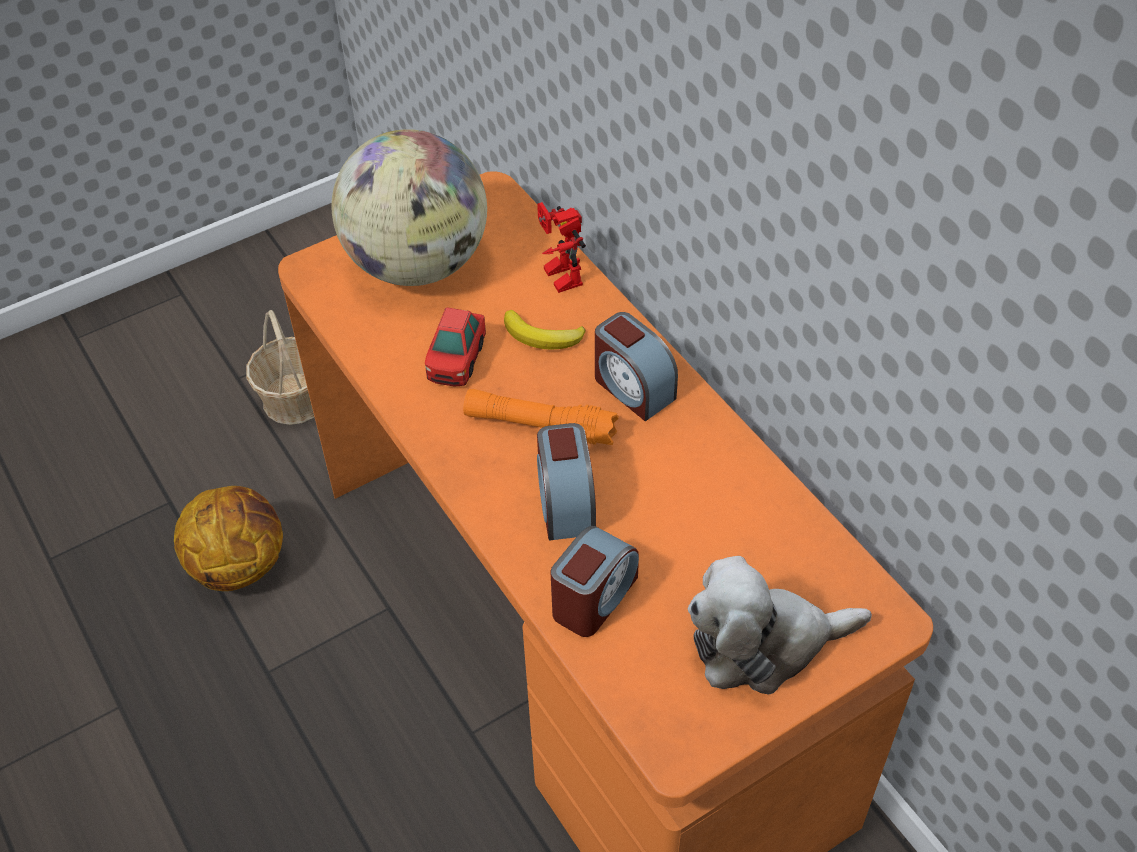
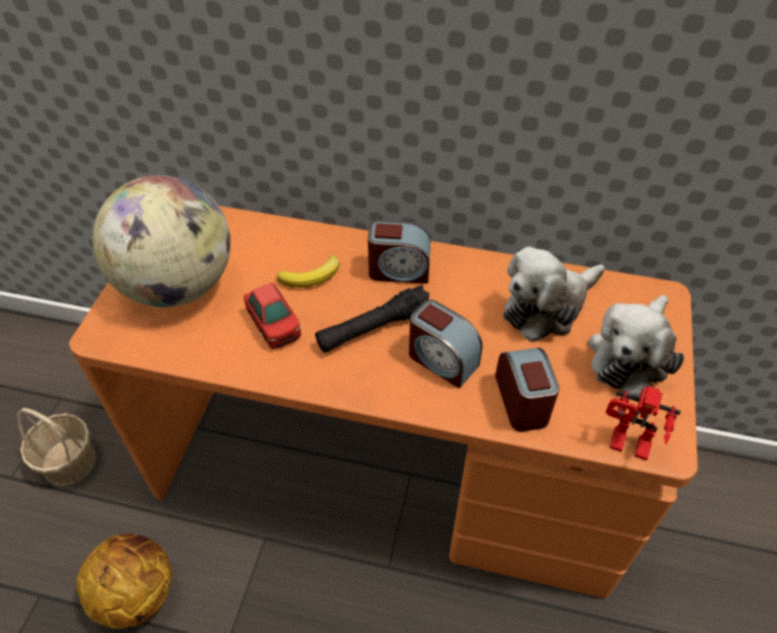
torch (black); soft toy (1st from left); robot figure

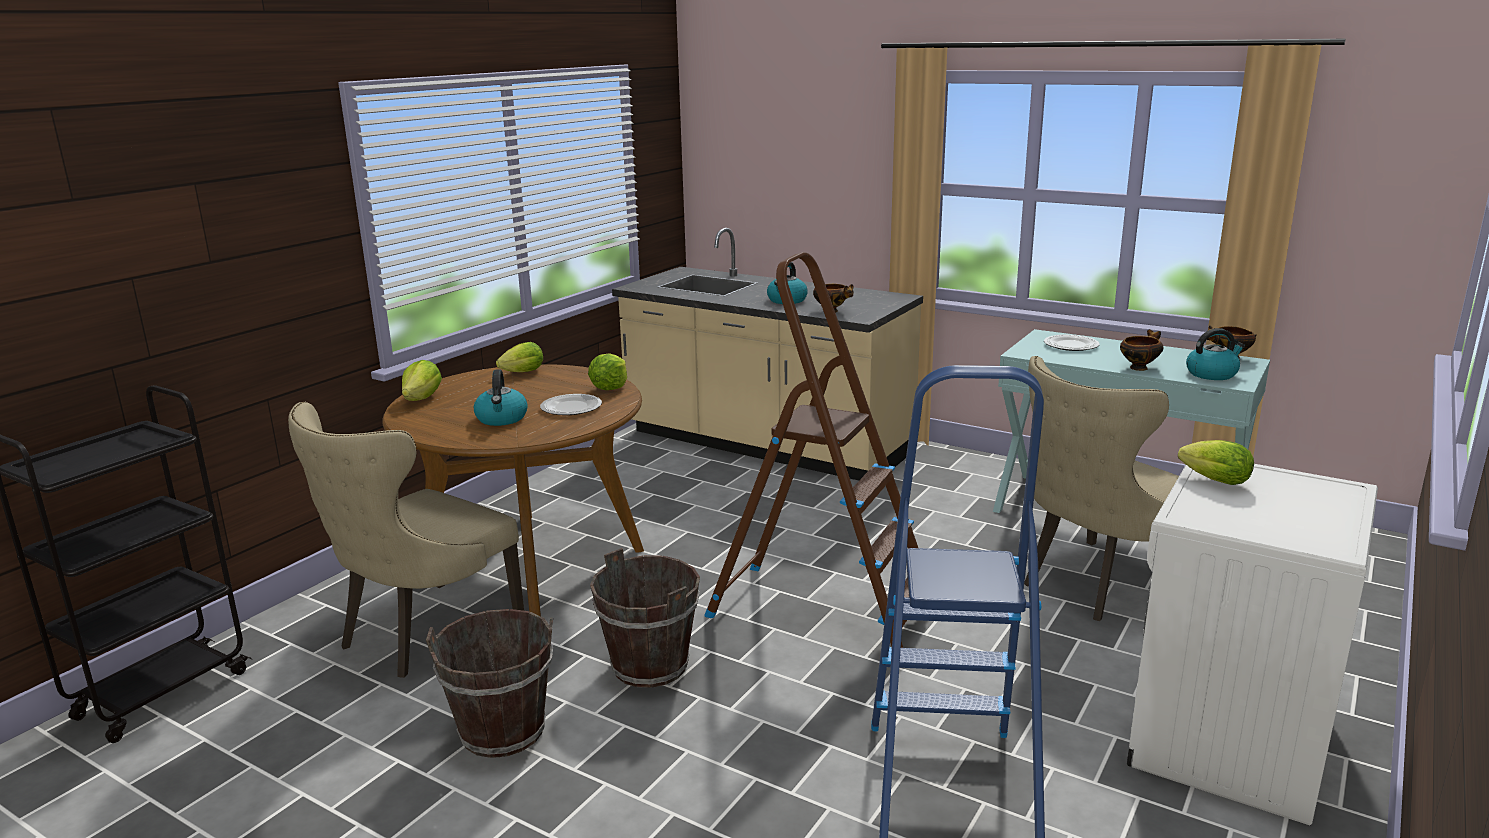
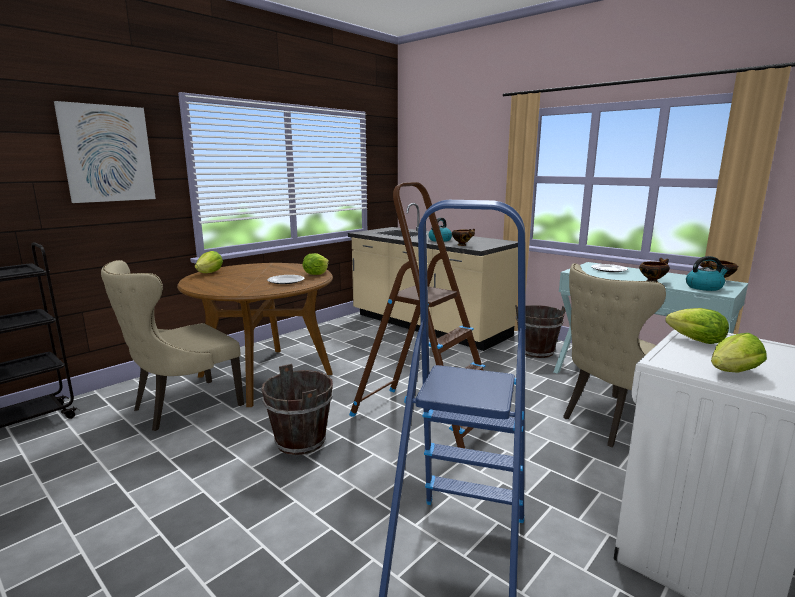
wall picture; bucket (brown) (2nd from left); lettuce head (4th from left); kettle (1st from left in the first image)

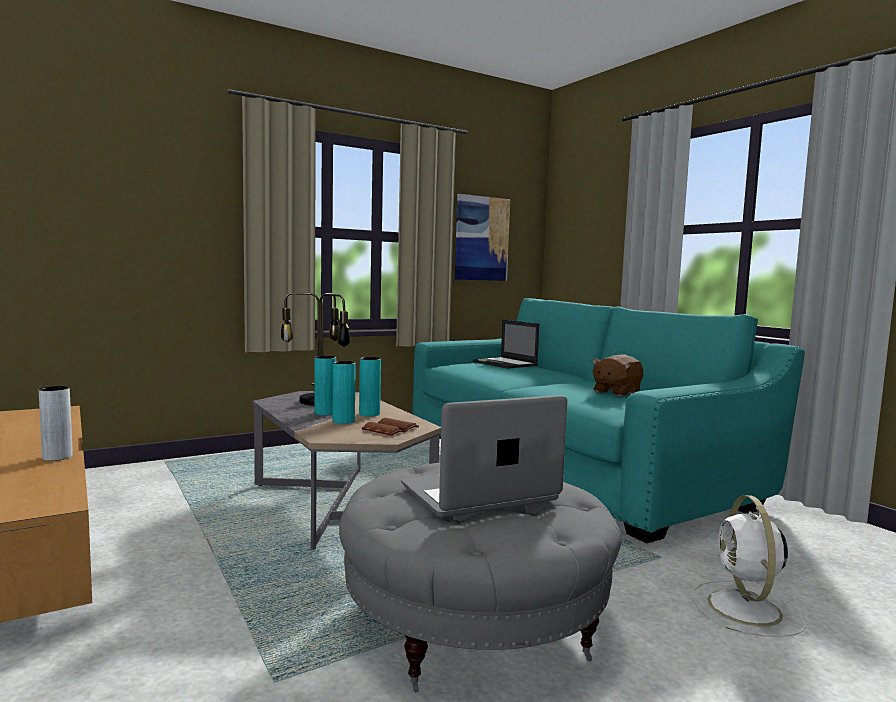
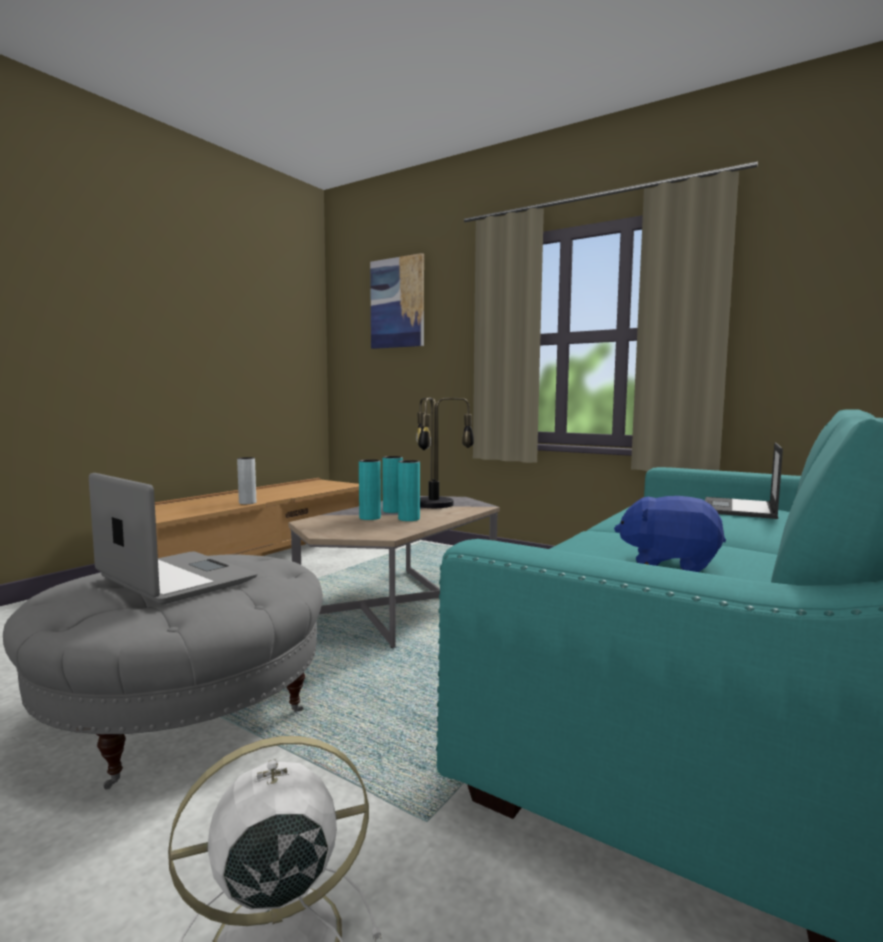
wall picture; soft toy (bluish); volume (brown)

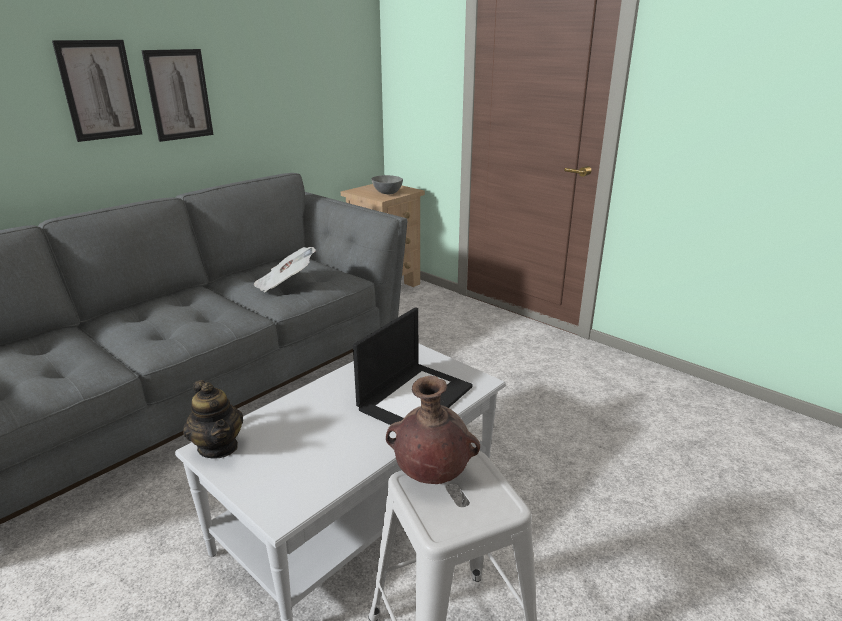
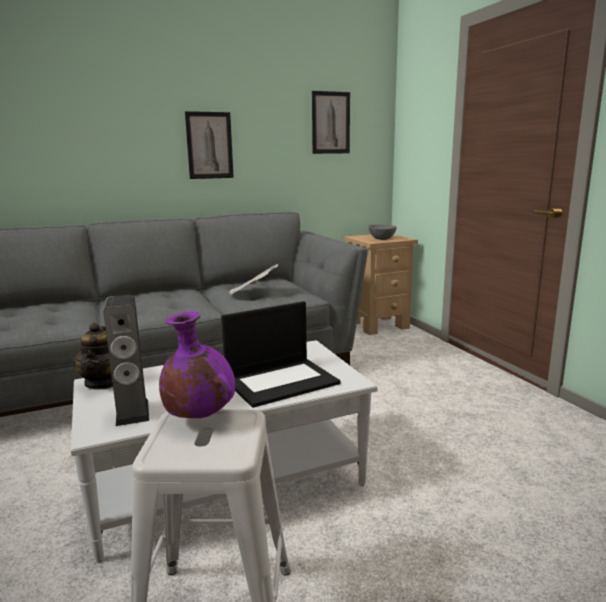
speaker; vase (purple-coloured); wall picture (2nd from left)

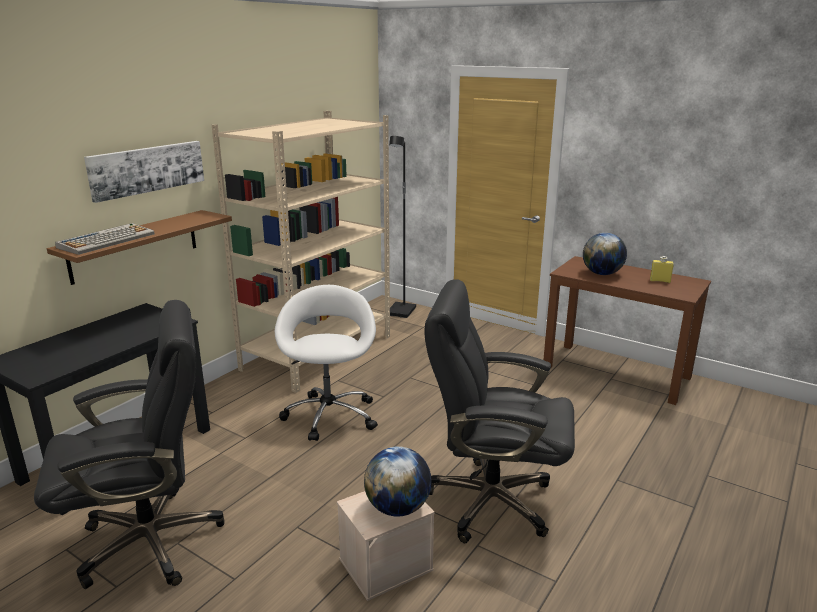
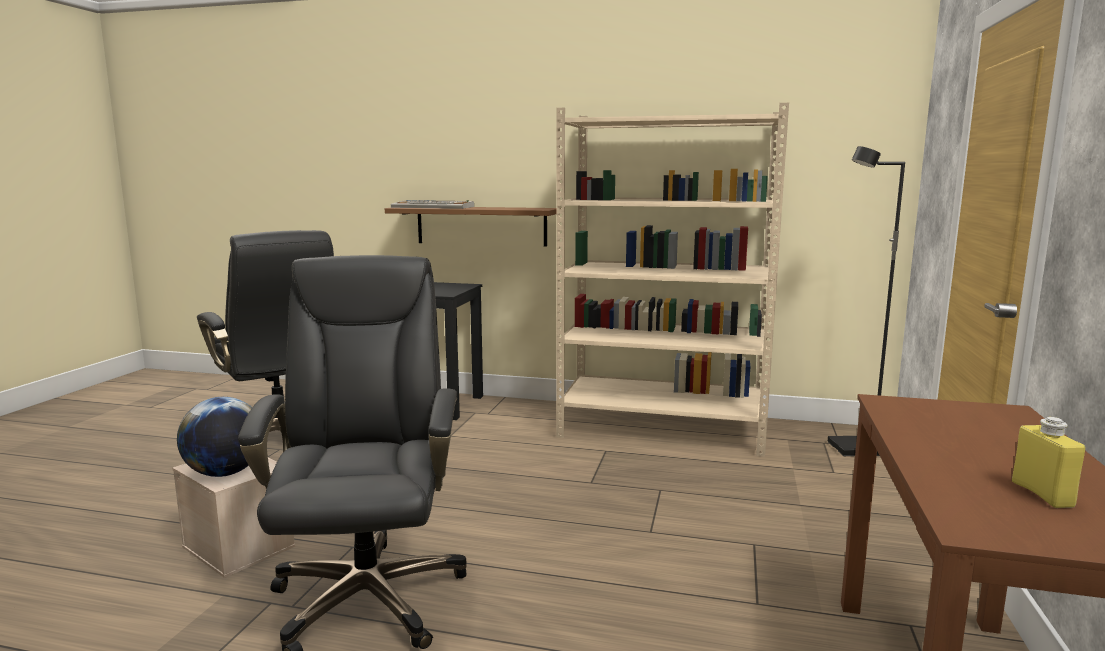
wall picture; computer chair (white); world globe (2nd from left in the first image)

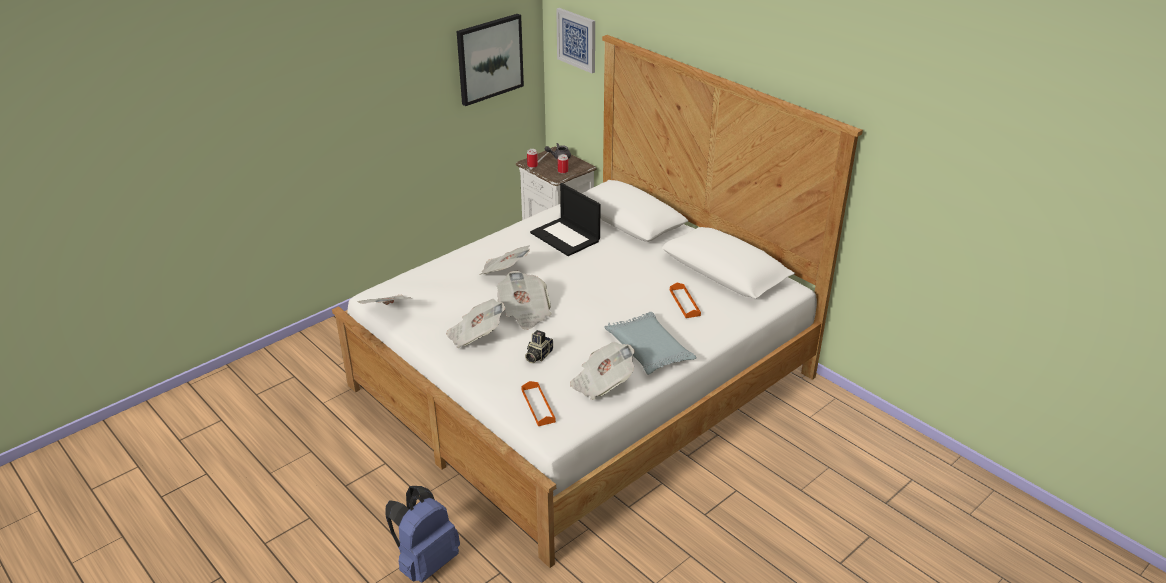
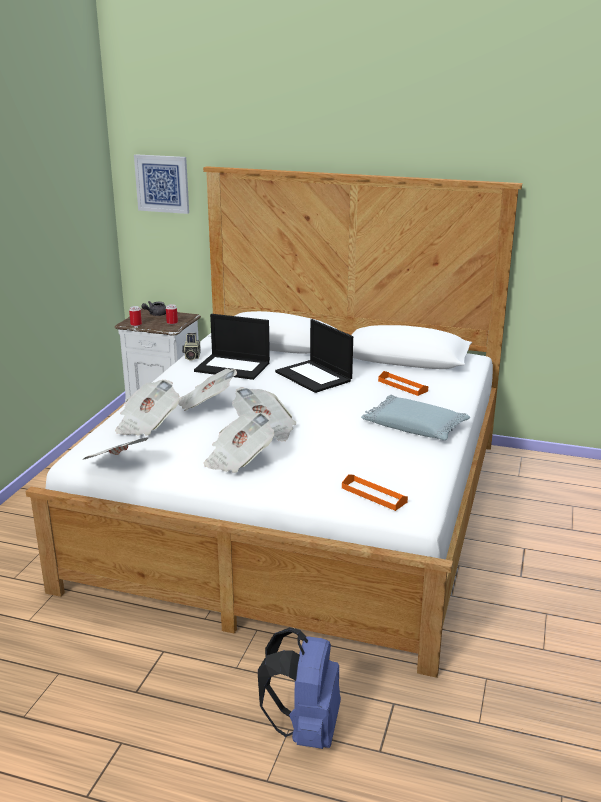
daily paper (2nd from left); still camera; notebook computer (2nd from left); wall picture (1st from left in the first image)

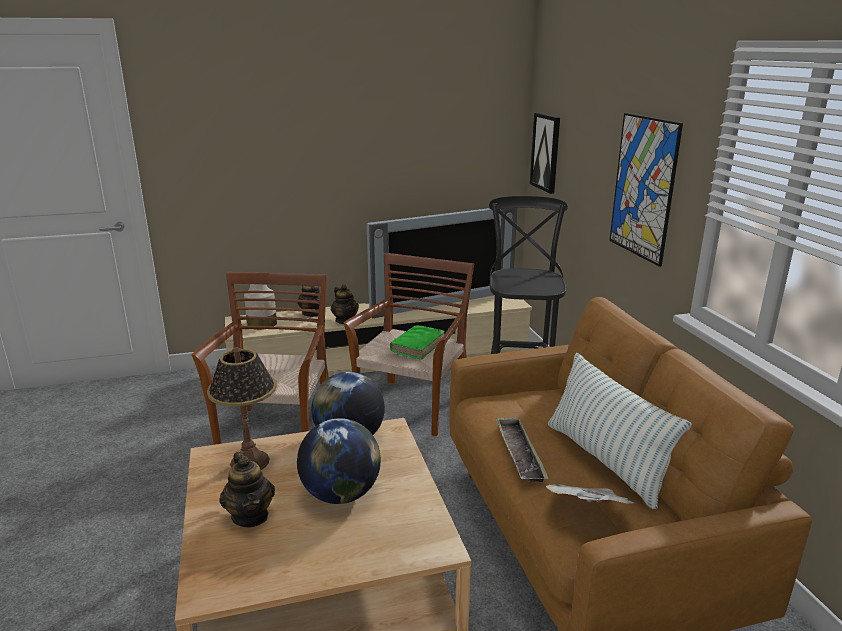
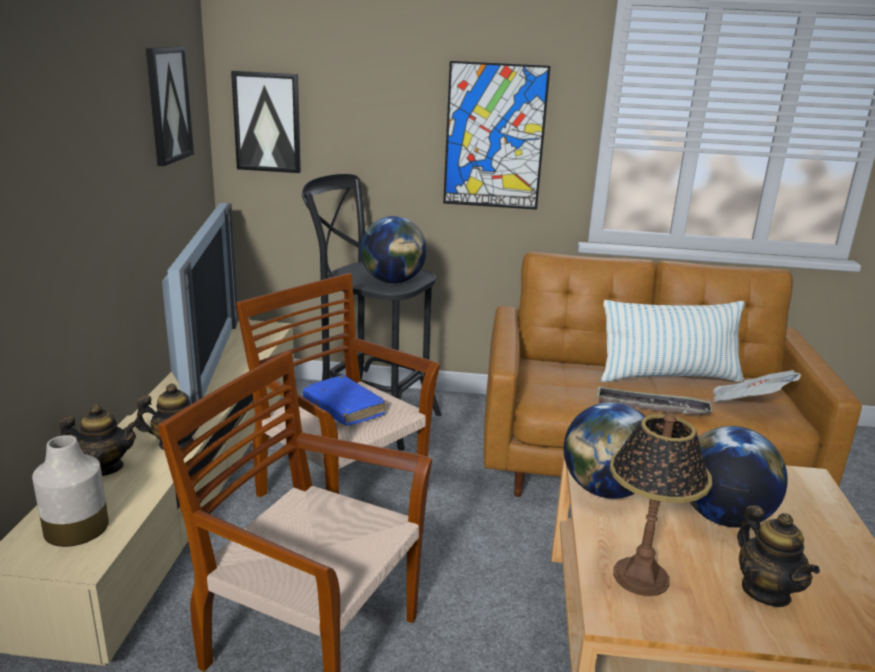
wall picture (1st from left); volume (bluish); world globe (1st from left); teapot (3rd from left)

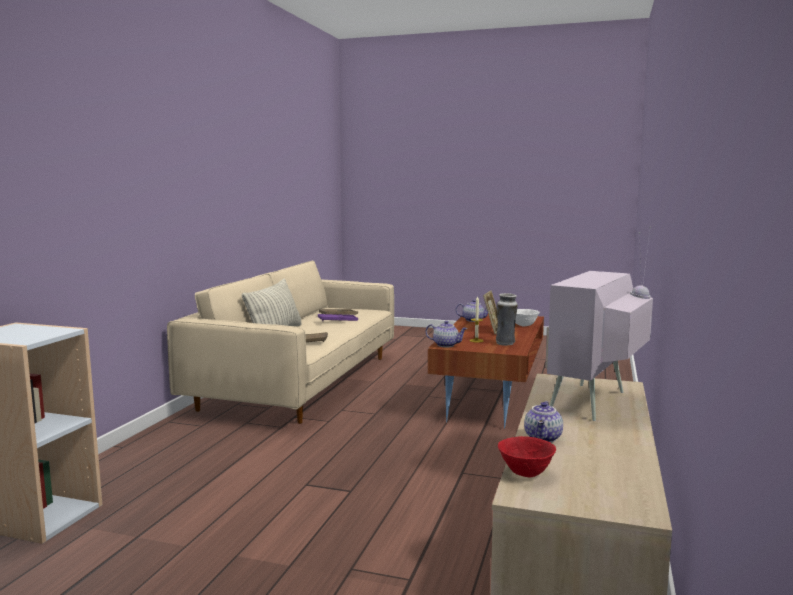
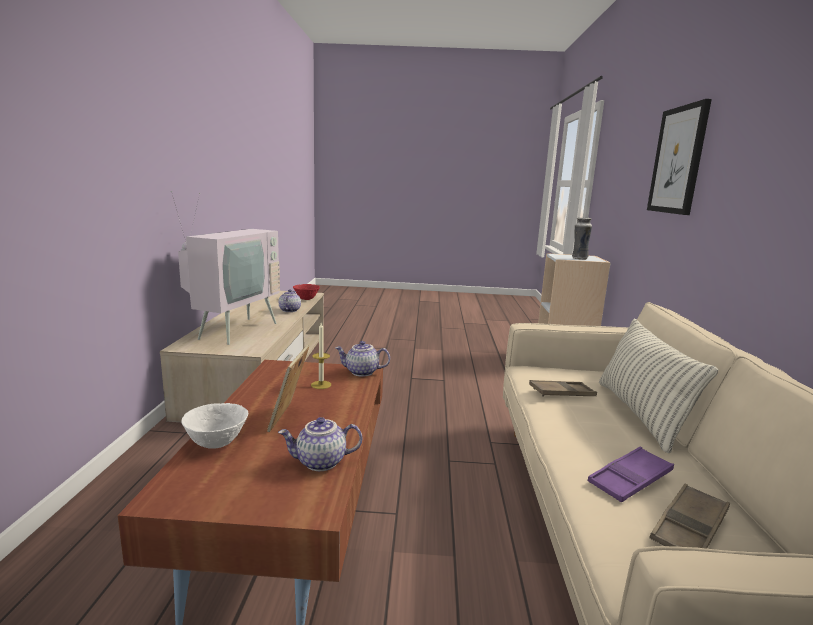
vase; wall picture

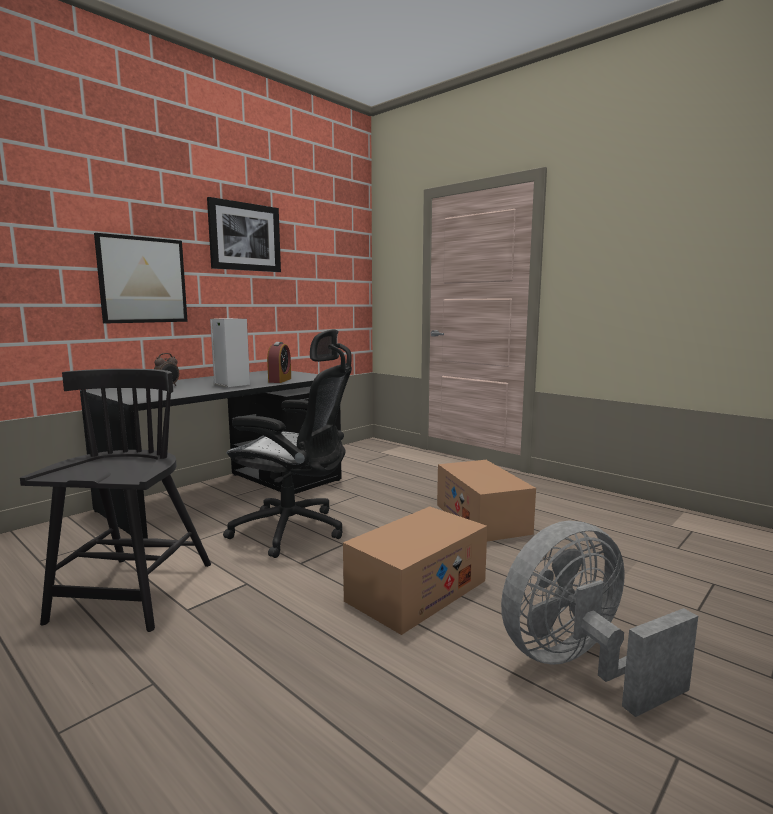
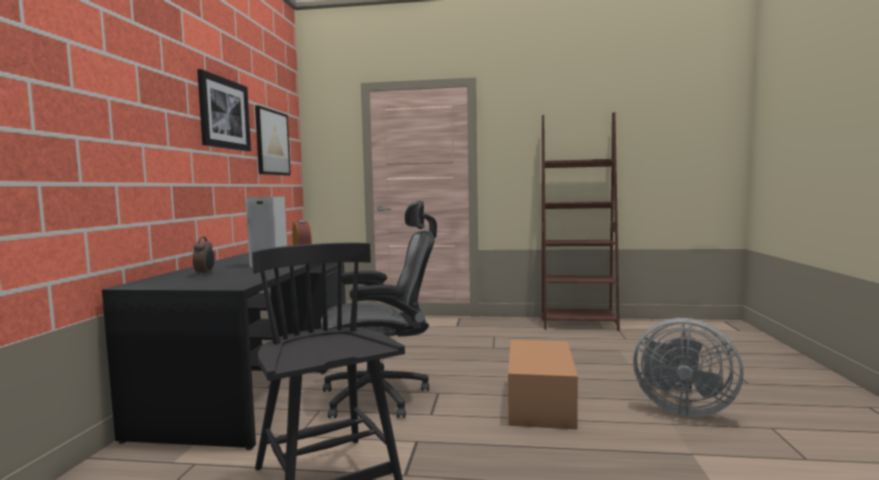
wall picture (2nd from left); bookshelf (brown); fan (gray); packing box (2nd from left in the first image)

